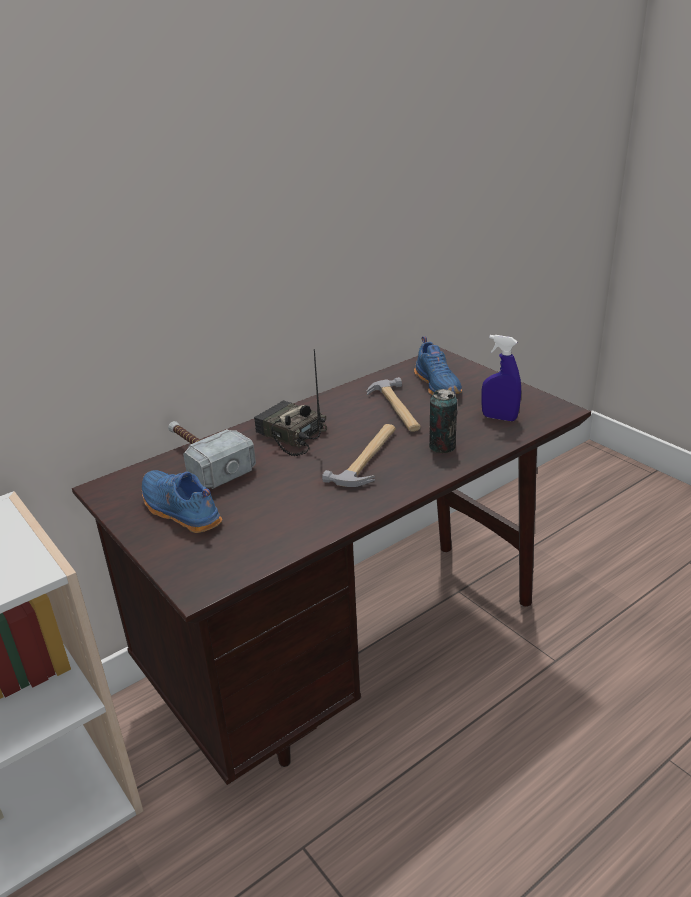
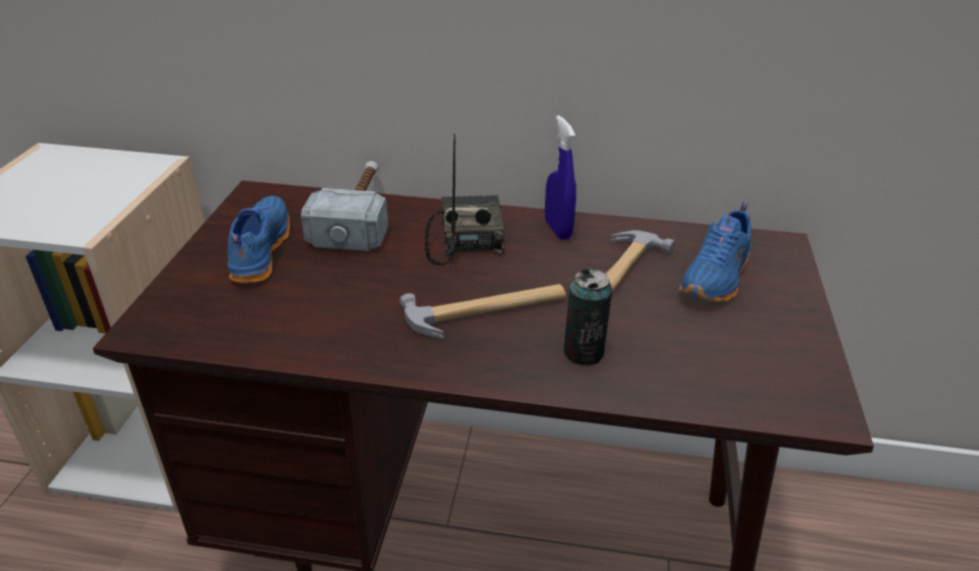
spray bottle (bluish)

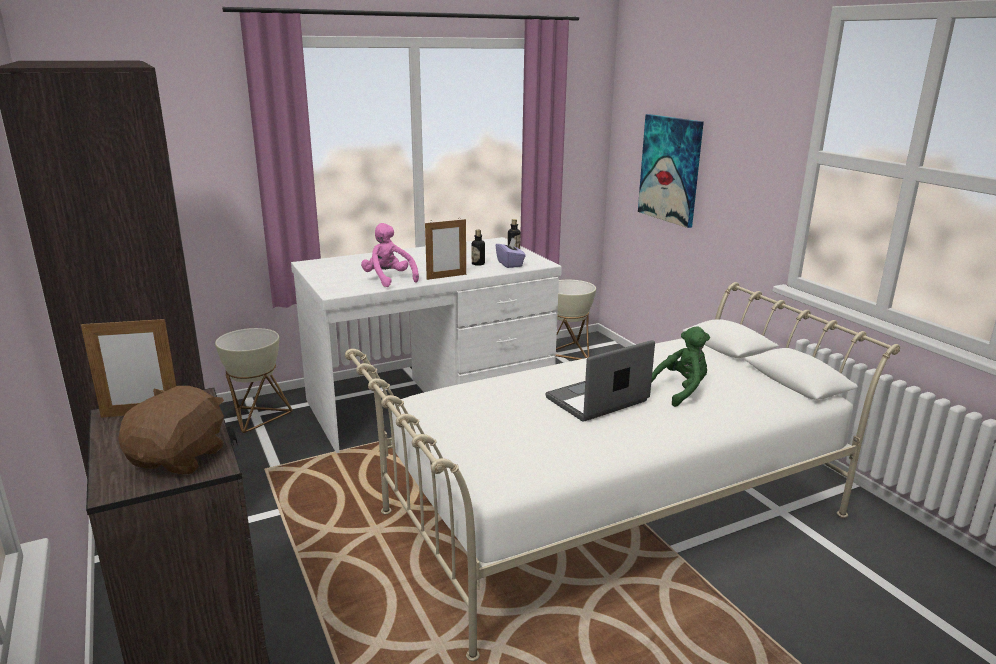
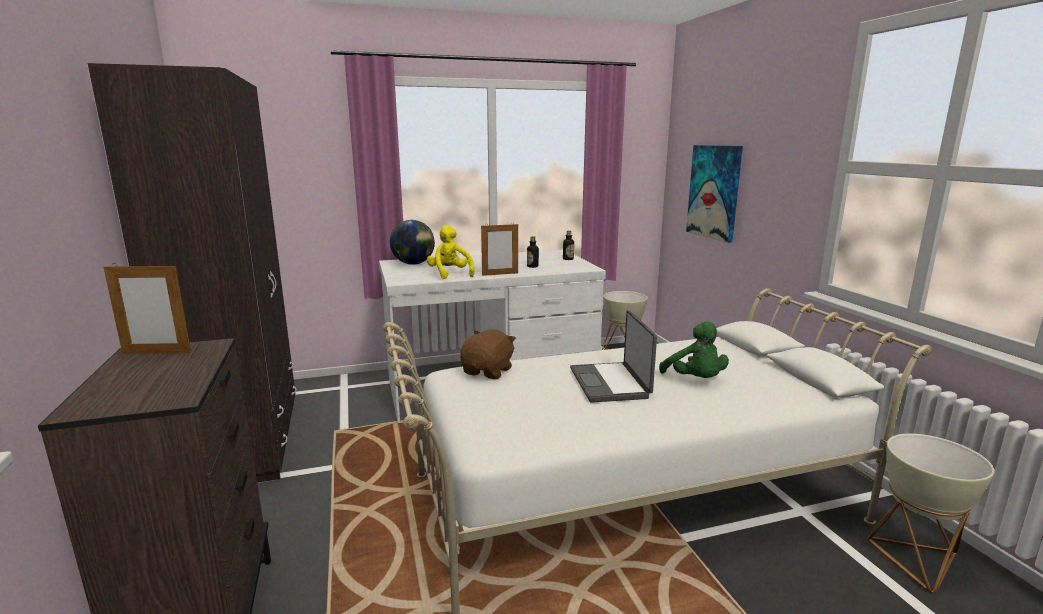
world globe; soft toy (yellow); soft toy (brown); notebook computer; soft toy (greenish); flower pot (2nd from left); box of tissues (purple-coloured)

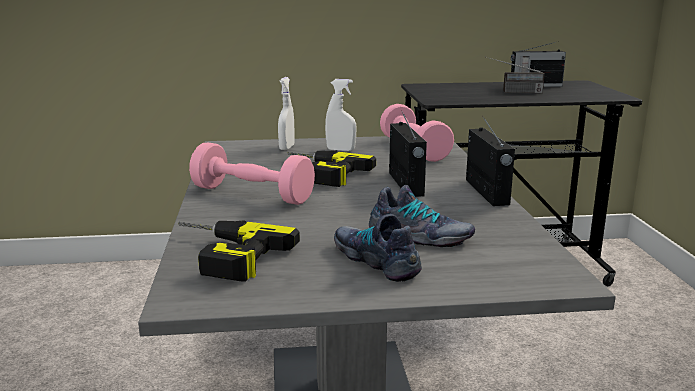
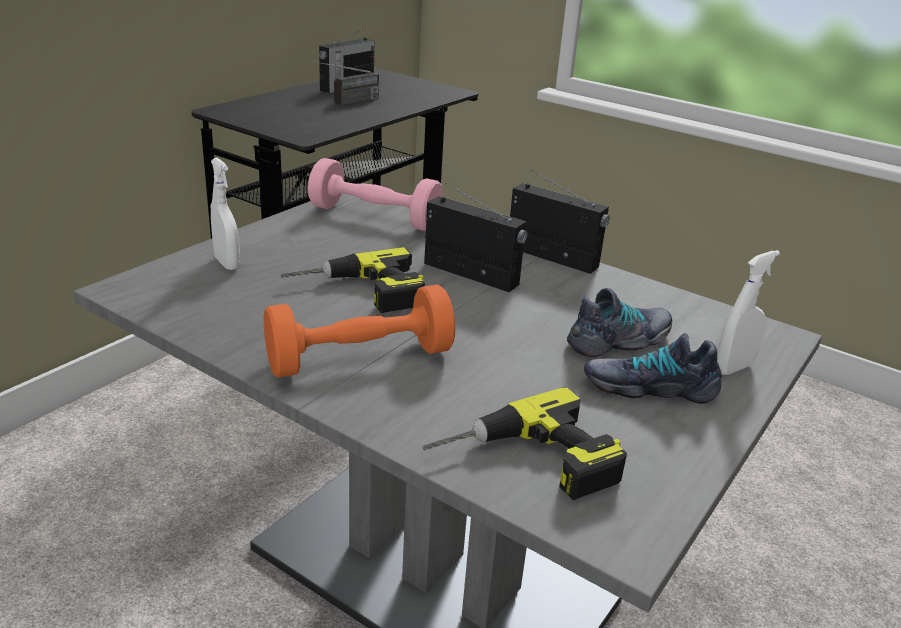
free weight (orangey); spray bottle (white) (2nd from left)

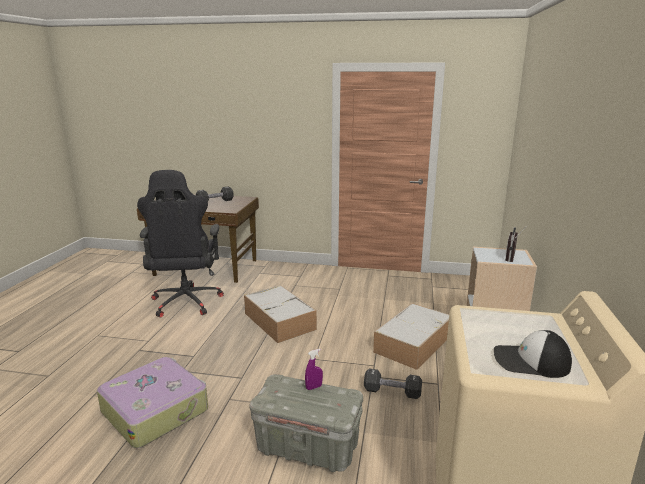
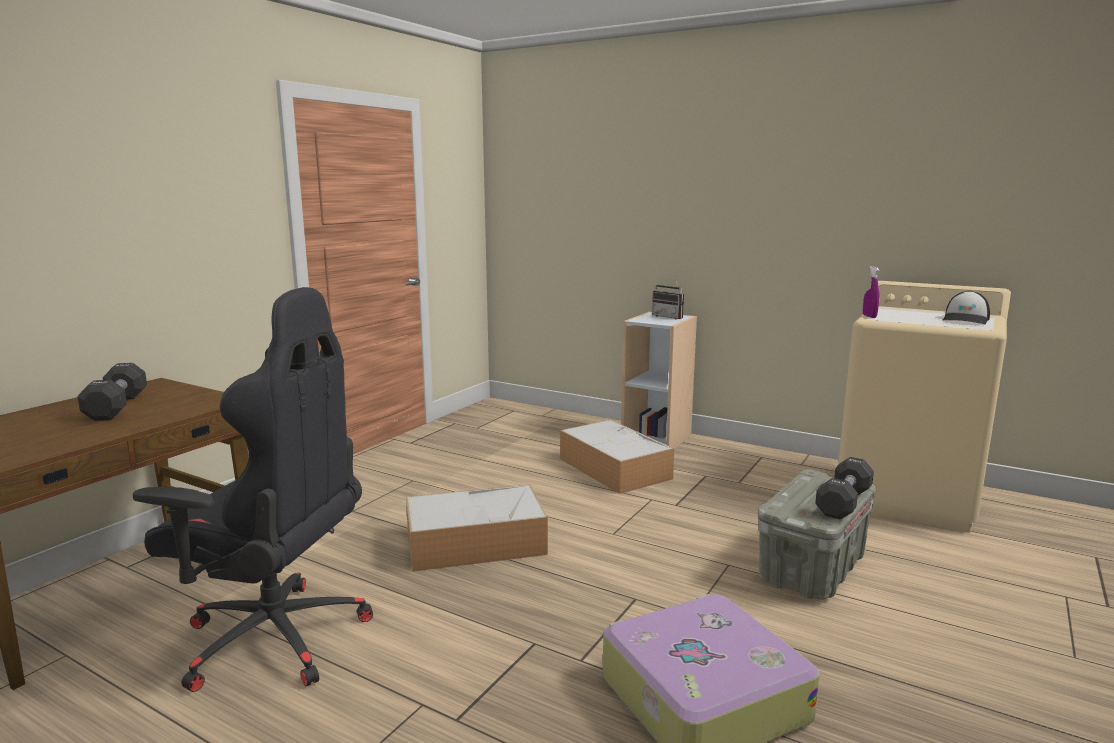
free weight (black) (2nd from left); spray bottle (purple-coloured)

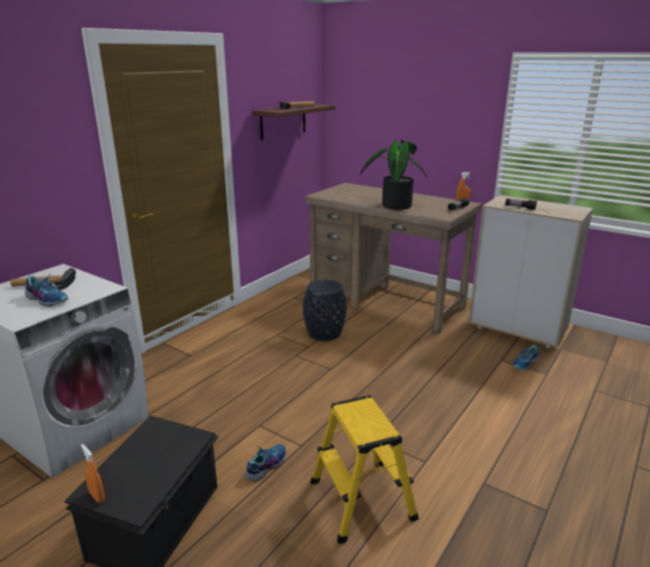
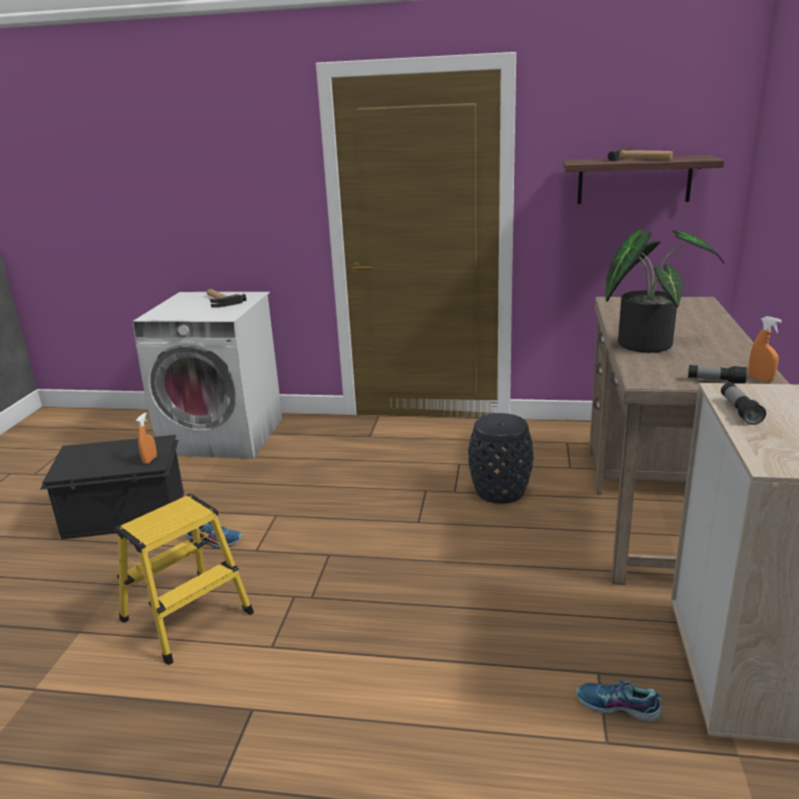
spray bottle (orangey) (1st from left); low shoe (1st from left in the first image)

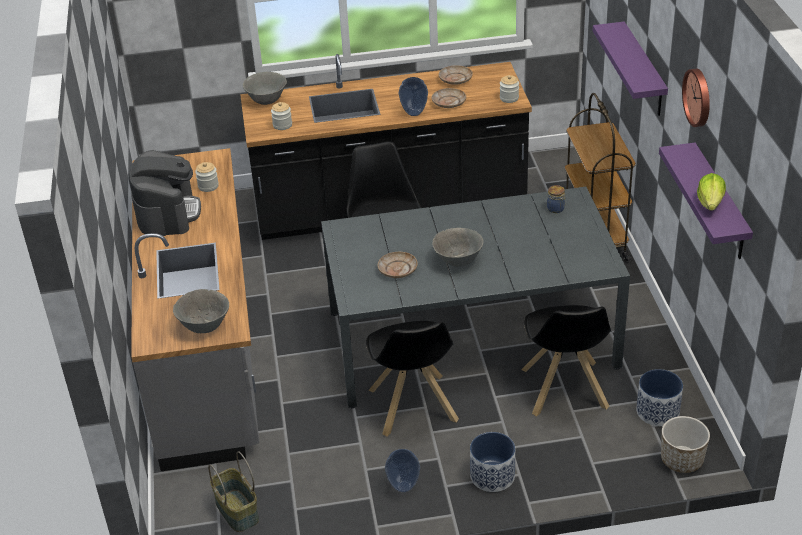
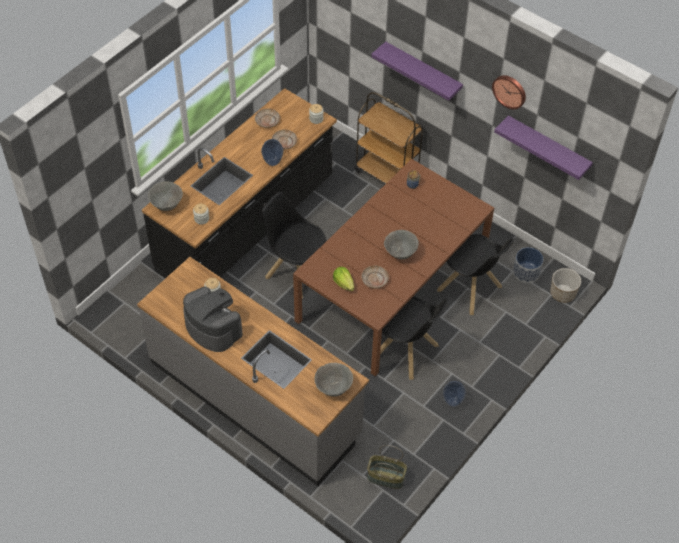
dinner table (brown); lettuce head; flower pot (1st from left in the first image)

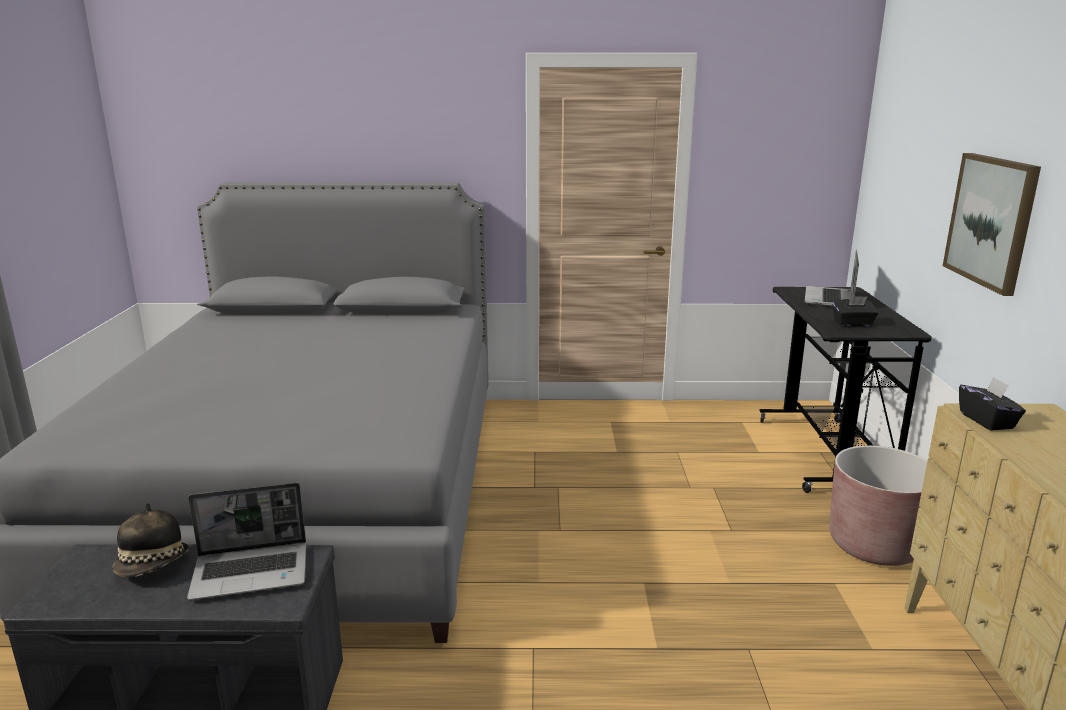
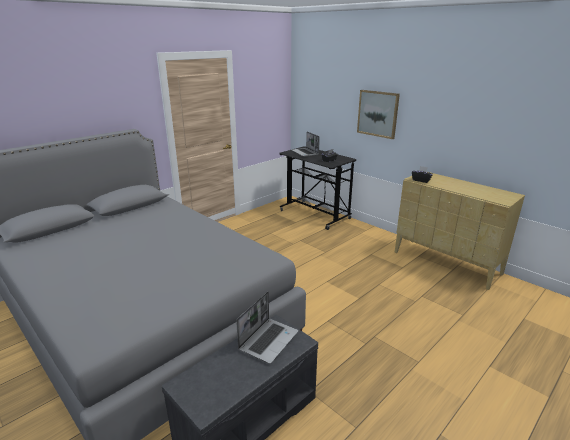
hat; flower pot (brown)

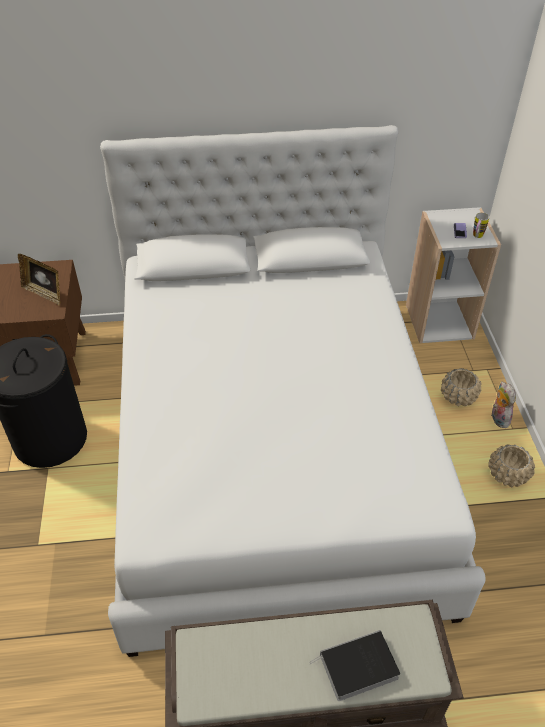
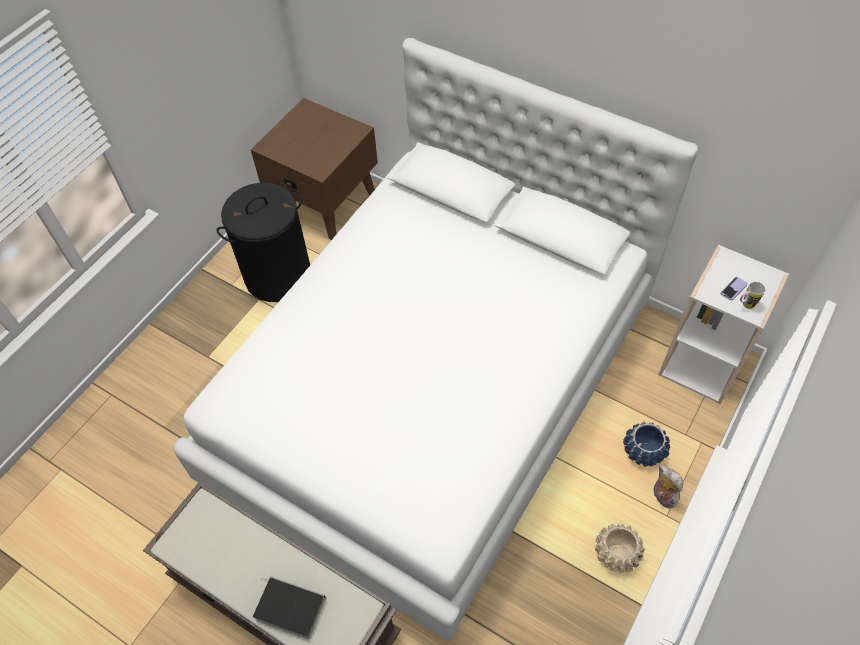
flower pot (bluish); soft toy; photo frame

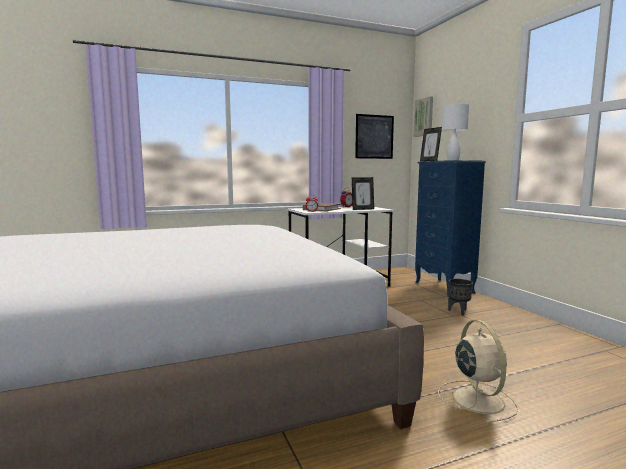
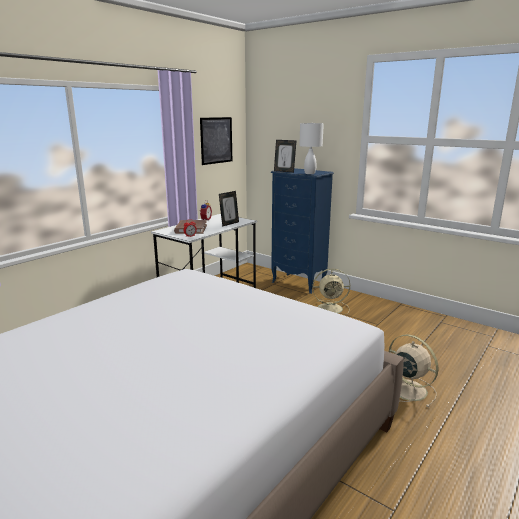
fan (sand-coloured) (1st from left); wall picture (2nd from left in the first image)

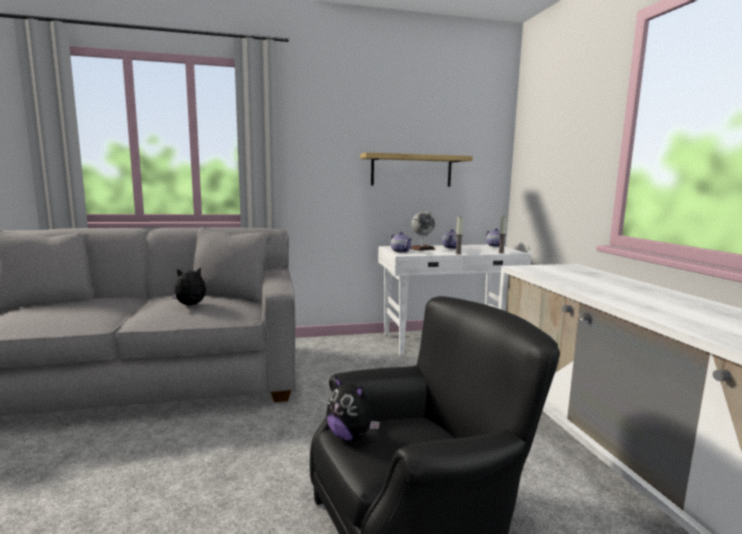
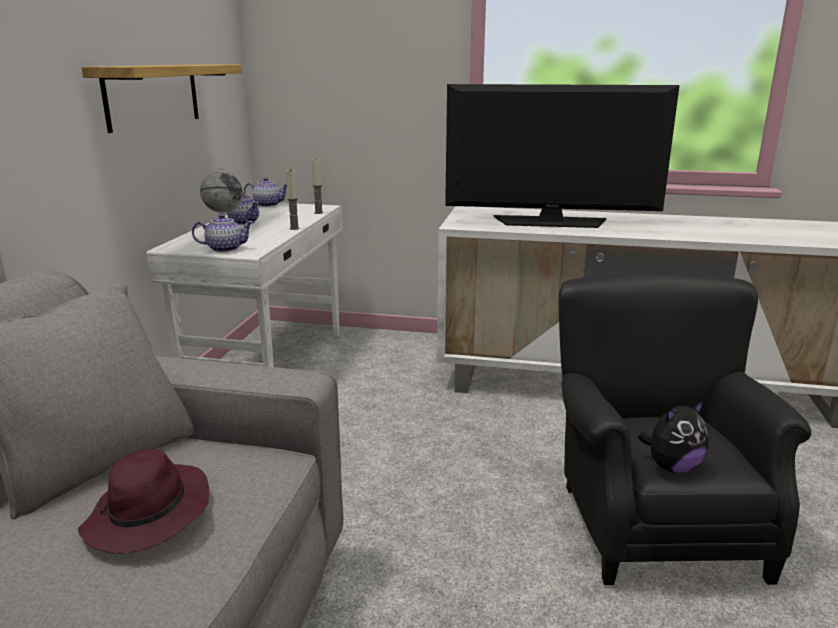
hat (purple-coloured); television

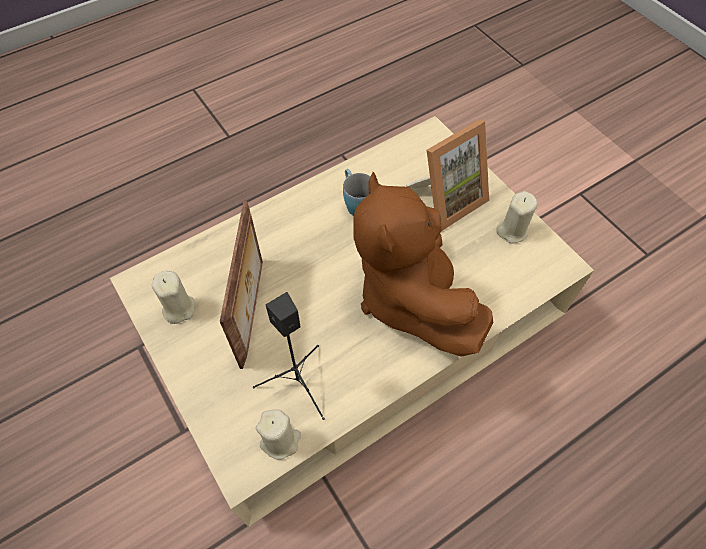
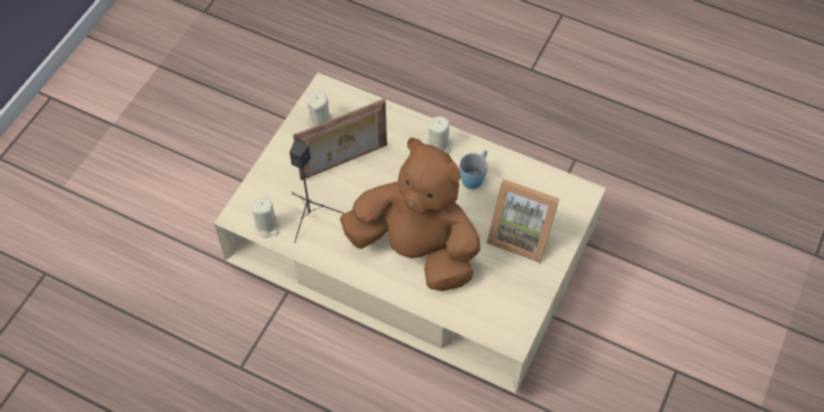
soft toy (brown); candle (sand-coloured) (3rd from left)

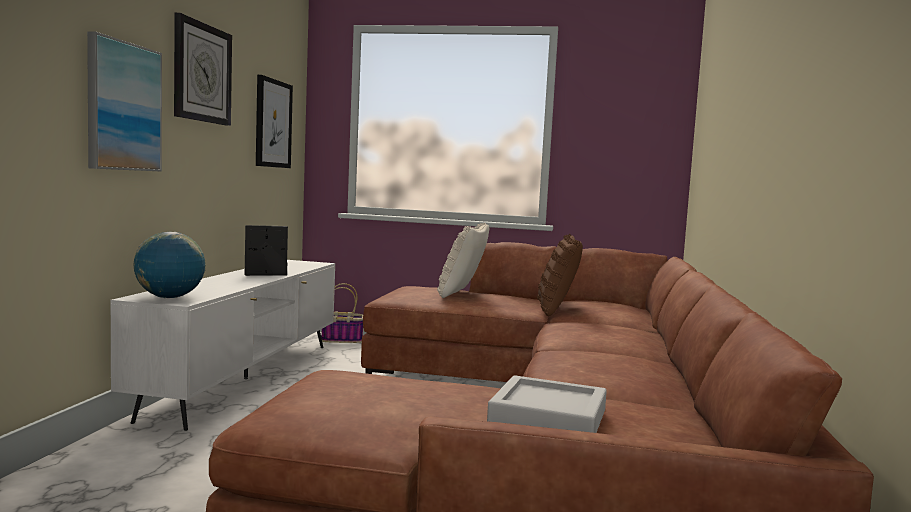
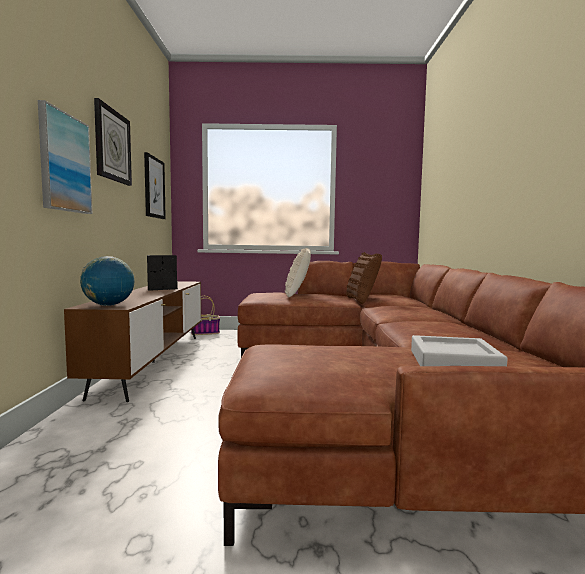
tv unit (brown)

